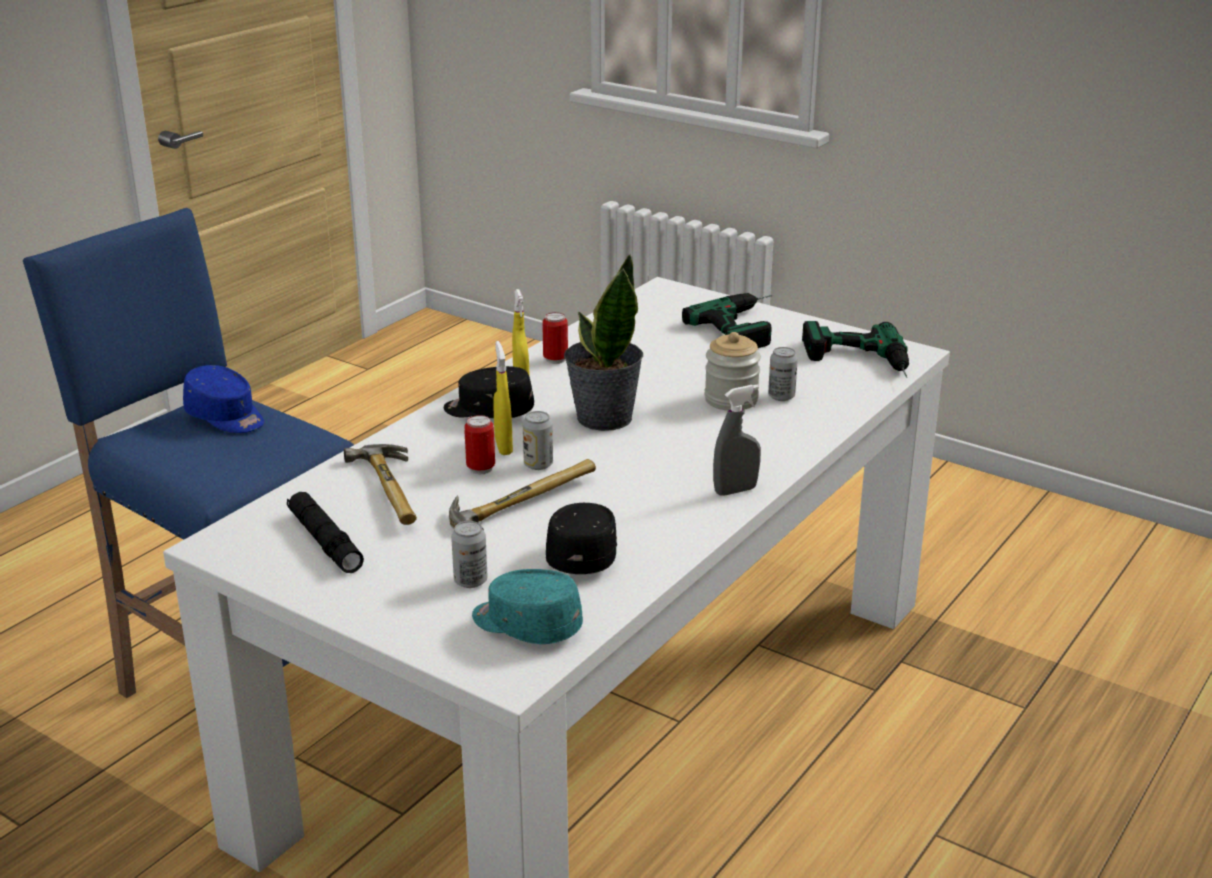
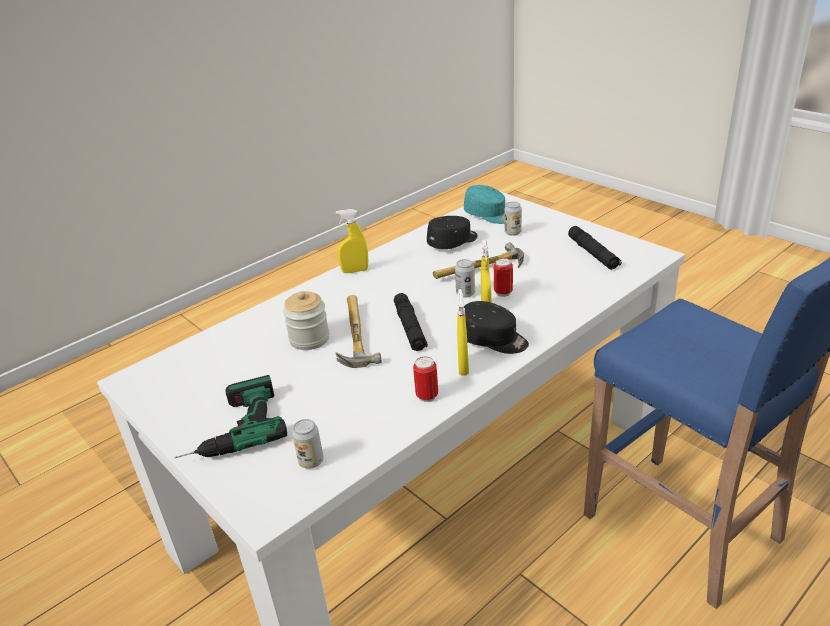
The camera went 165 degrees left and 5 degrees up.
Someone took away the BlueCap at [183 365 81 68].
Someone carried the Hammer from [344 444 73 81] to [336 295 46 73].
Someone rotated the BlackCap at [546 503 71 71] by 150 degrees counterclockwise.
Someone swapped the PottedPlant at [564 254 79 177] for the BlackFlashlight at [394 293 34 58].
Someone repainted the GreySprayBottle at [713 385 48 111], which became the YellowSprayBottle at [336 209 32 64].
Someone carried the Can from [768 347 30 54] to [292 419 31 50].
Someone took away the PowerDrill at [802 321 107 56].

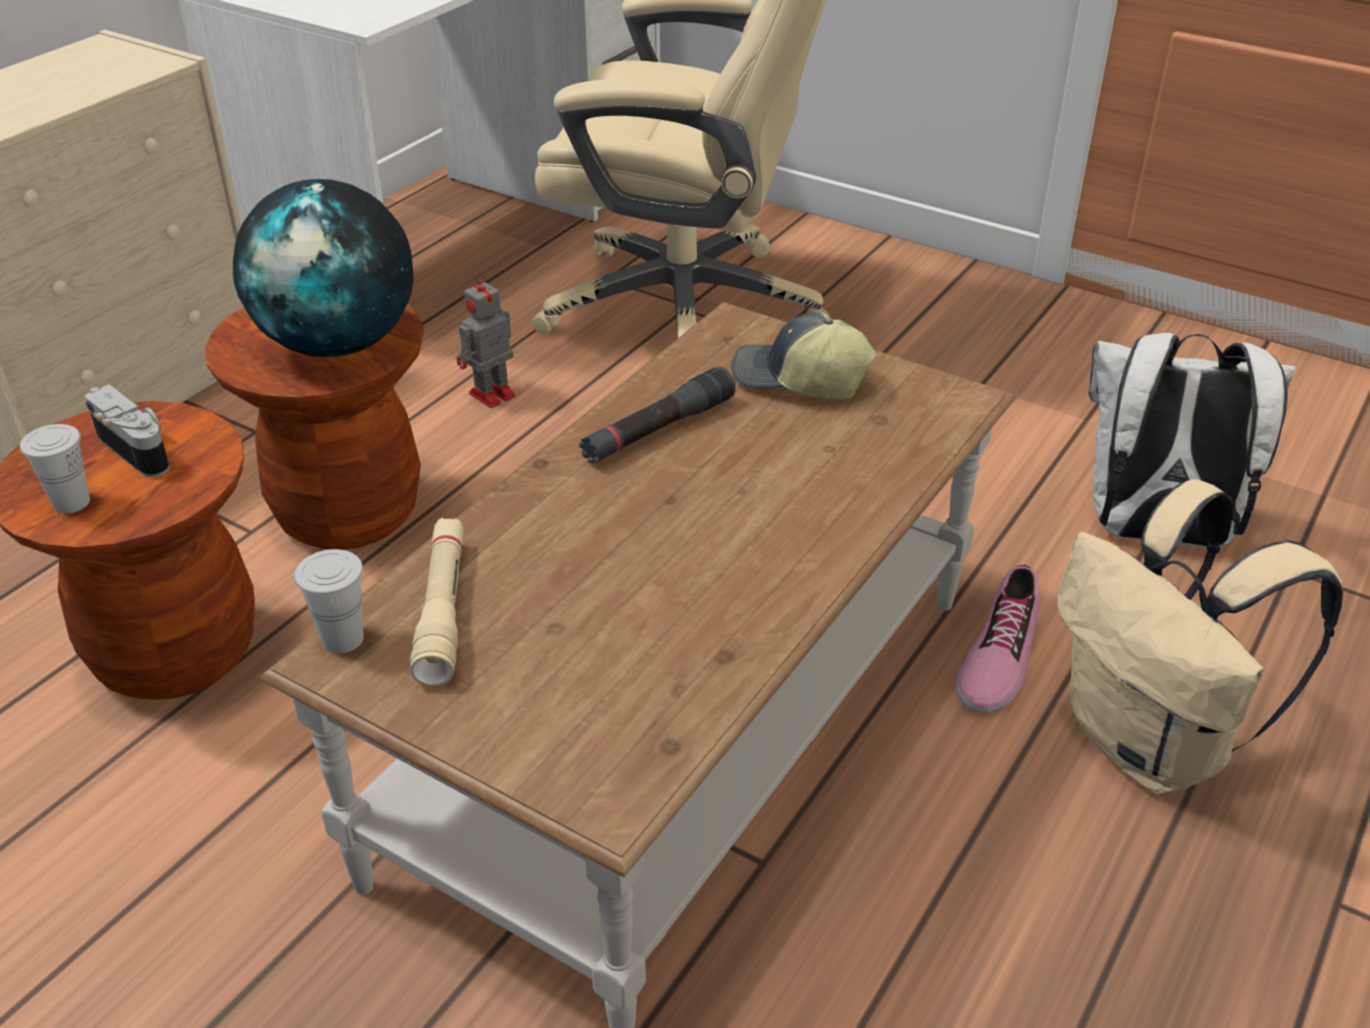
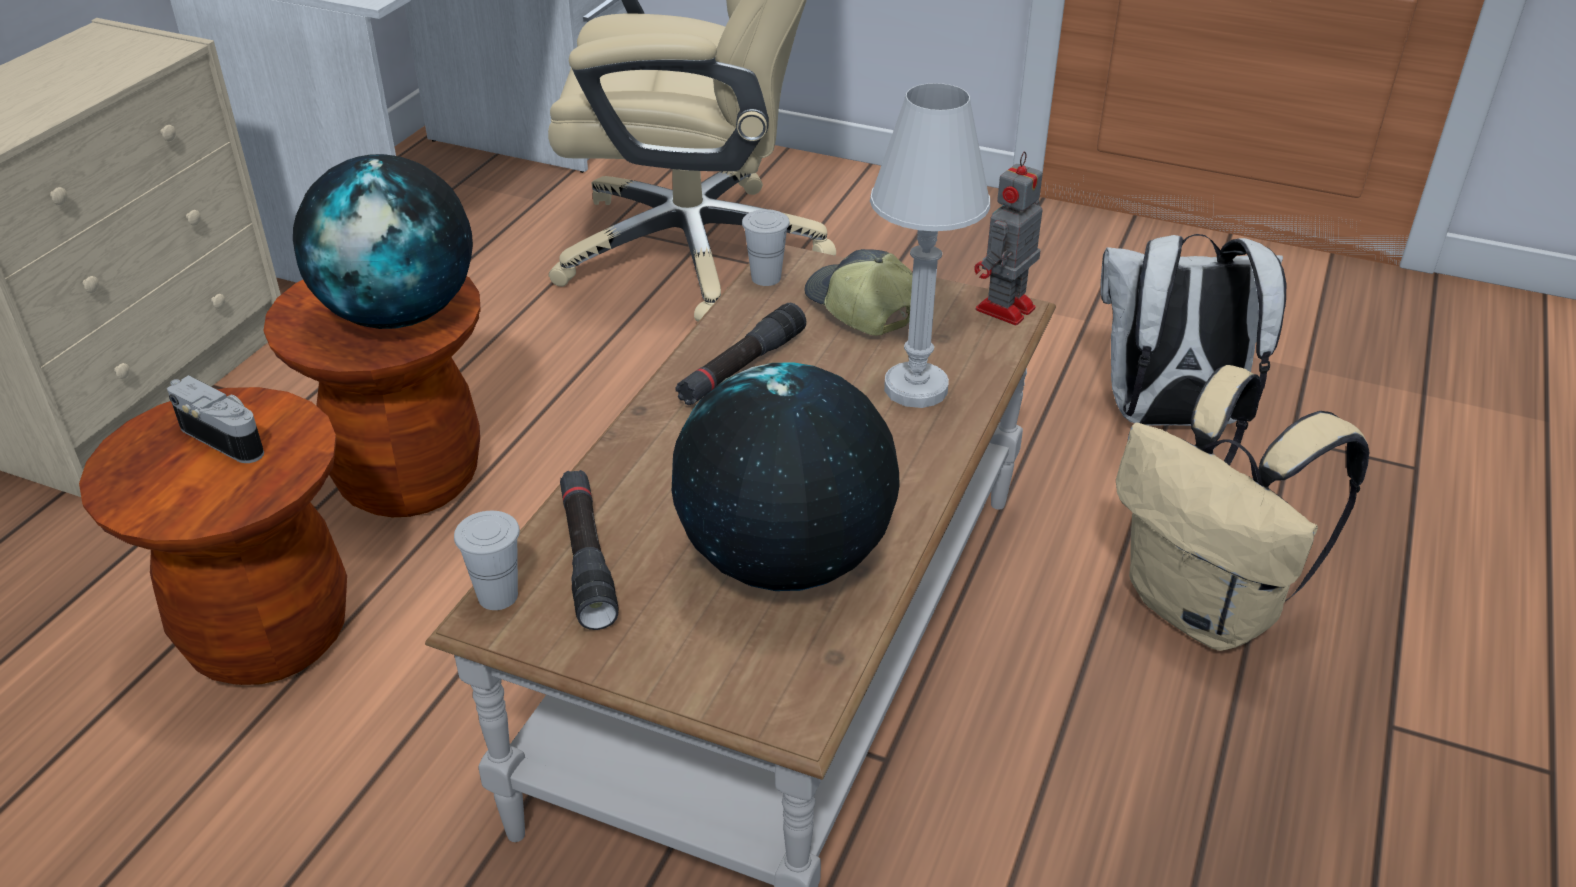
The camera went 10 degrees left and 0 degrees up.
Someone carried the WhiteCup from [20 424 70 90] to [742 209 48 77].
Someone repainted the BeigeFlashlight at [410 518 54 169], which became the BlackFlashlight at [560 470 59 160].
Someone carried the ToyRobot from [456 274 60 134] to [974 151 69 174].
Someone rotated the Cap at [731 313 146 86] by 45 degrees clockwise.
Someone took away the Shoe at [956 565 84 148].
Someone put down the Globe at [672 362 228 229].
Someone put down the WhiteTableLamp at [870 83 120 325].

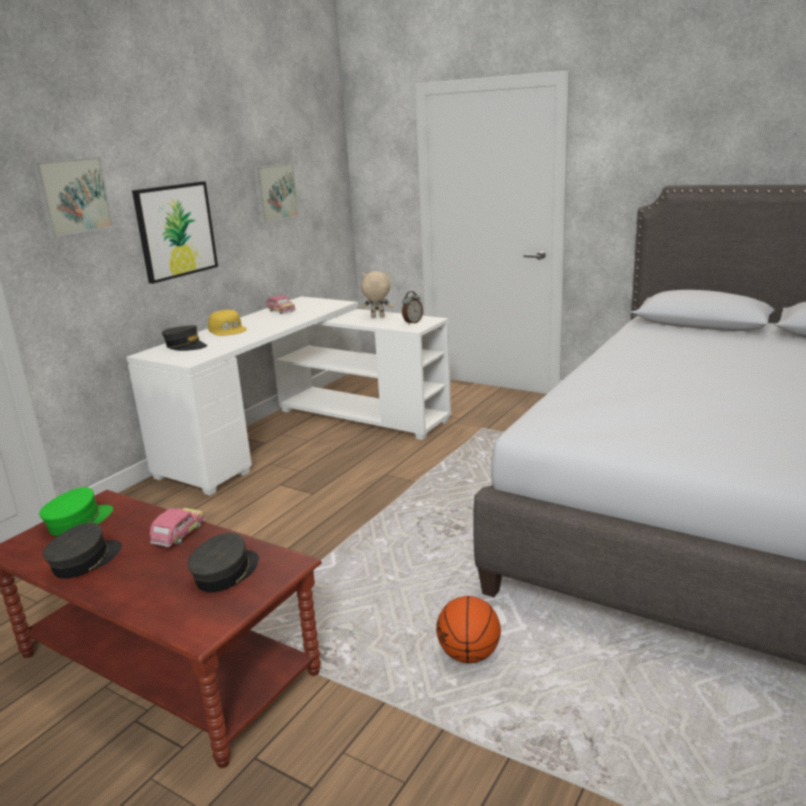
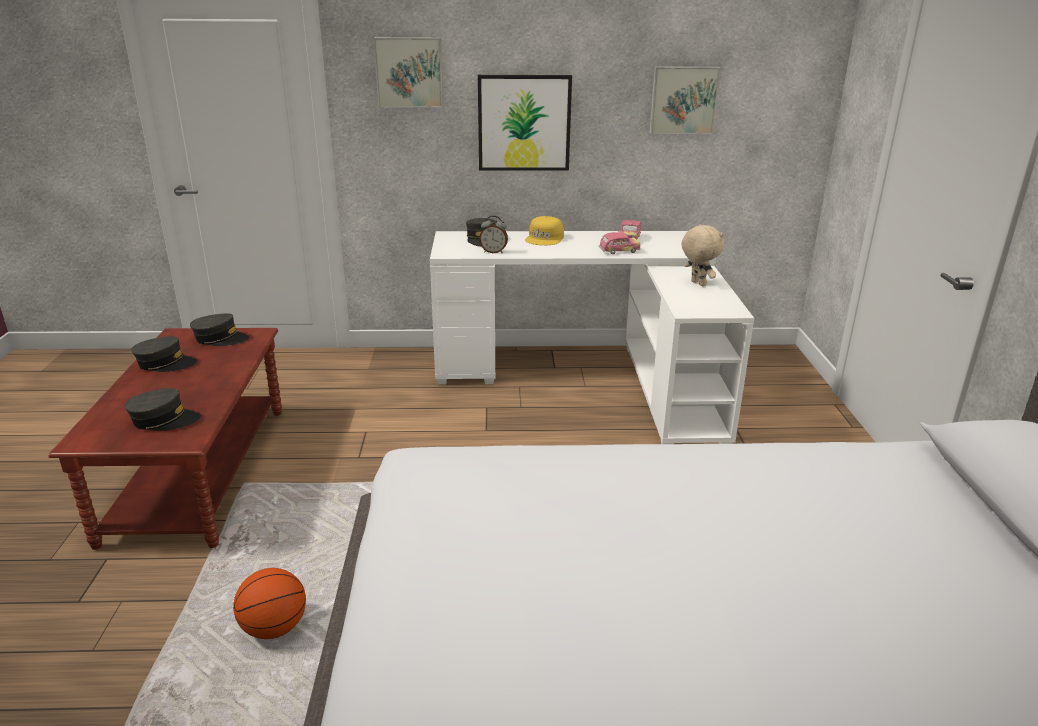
The camera went 55 degrees right and 5 degrees up.
Someone repainted the GreenCap at [39 487 74 49], which became the GreyCap at [190 313 60 33].
Someone carried the ToyCar from [150 508 55 39] to [599 232 42 22].
Someone carried the AlarmClock from [402 291 21 34] to [479 216 29 37].

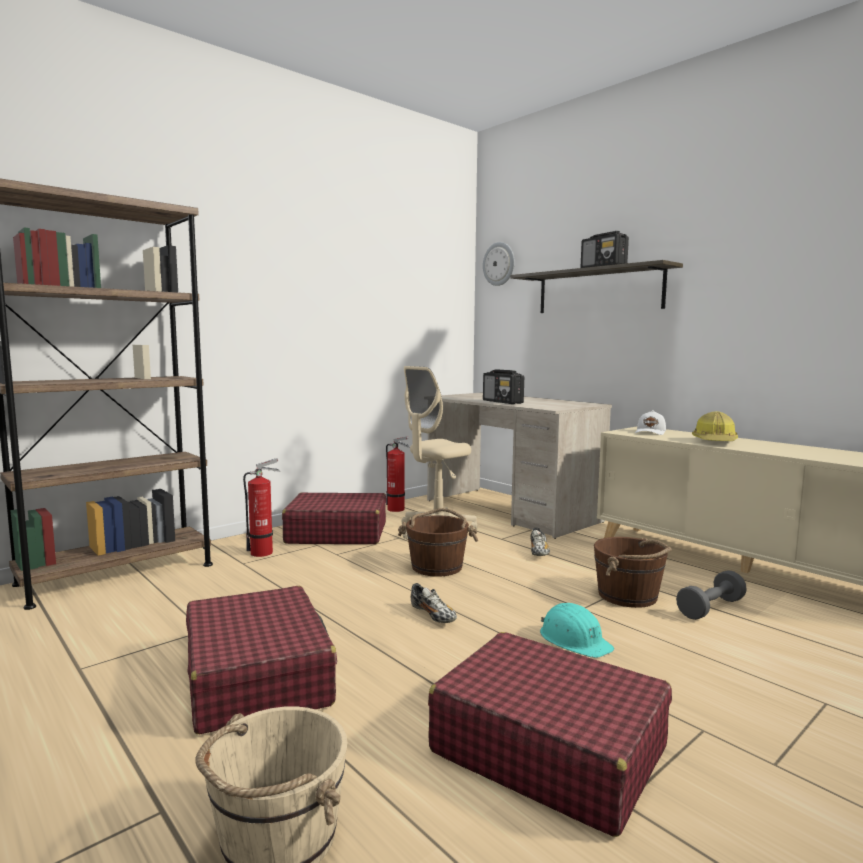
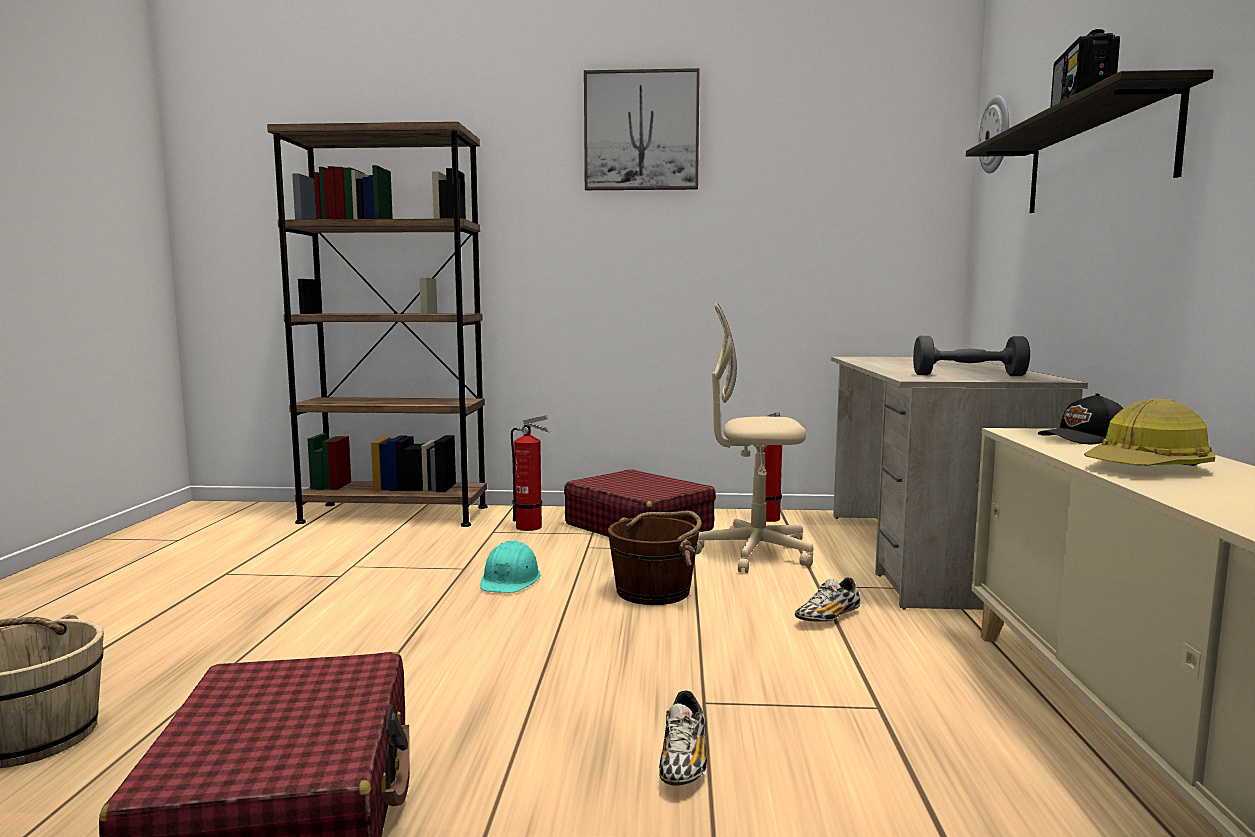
The camera went 45 degrees right and 0 degrees up.
Someone took away the RedSuitcase at [186 586 151 148].
Someone carried the Shoe from [411 583 46 40] to [659 690 48 96].
Someone took away the Radio at [483 369 41 35].
Someone carried the TurquoiseHardHat from [540 603 74 55] to [480 541 61 52].
Someone took away the BrownBucket at [594 537 78 71].
Someone repainted the WhiteCap at [635 410 31 25], which became the BlackCap at [1038 393 85 51].
Someone carried the GreyDumbbell from [676 570 71 50] to [913 336 117 40].
Someone put up the Picture at [584 68 116 122].

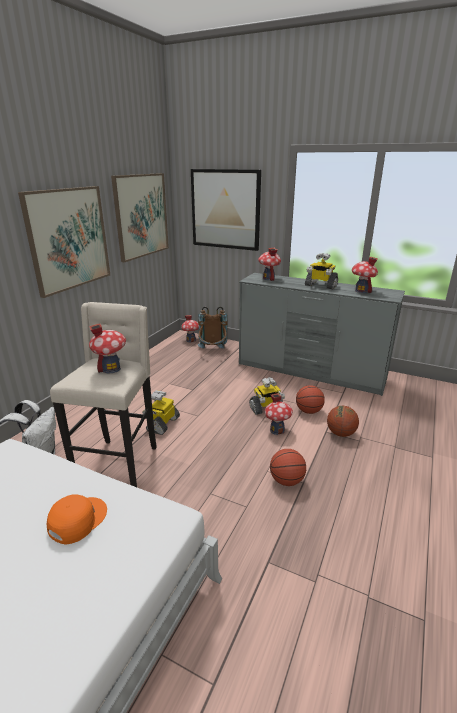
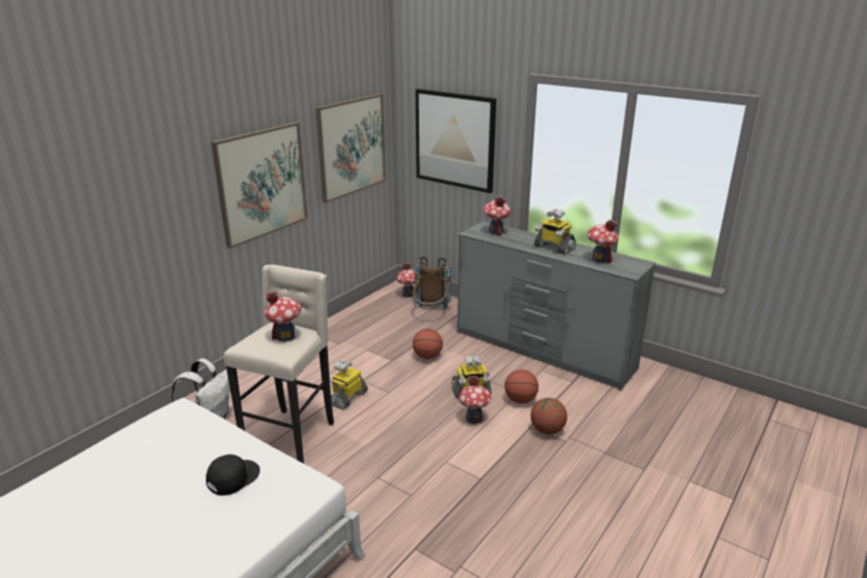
The camera went 10 degrees right and 0 degrees up.
Someone repainted the OrangeCap at [47 494 60 50], which became the BlackCap at [206 454 54 42].
Someone carried the Basketball from [270 449 36 37] to [412 329 31 30].

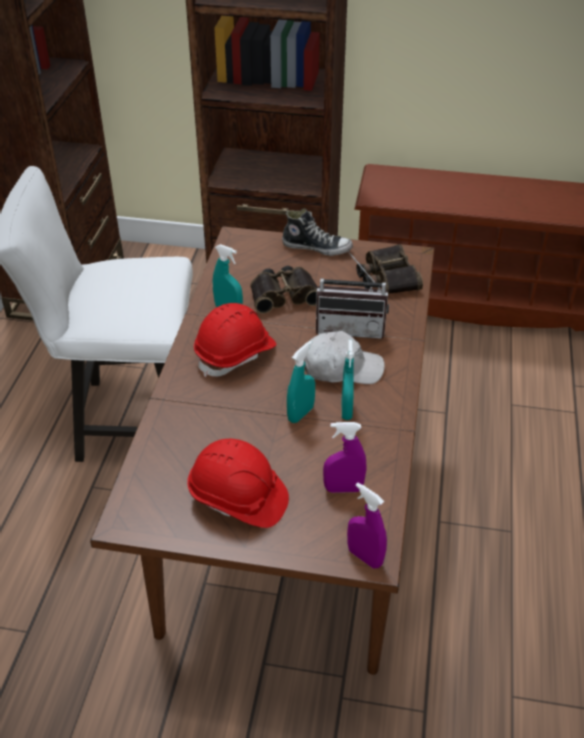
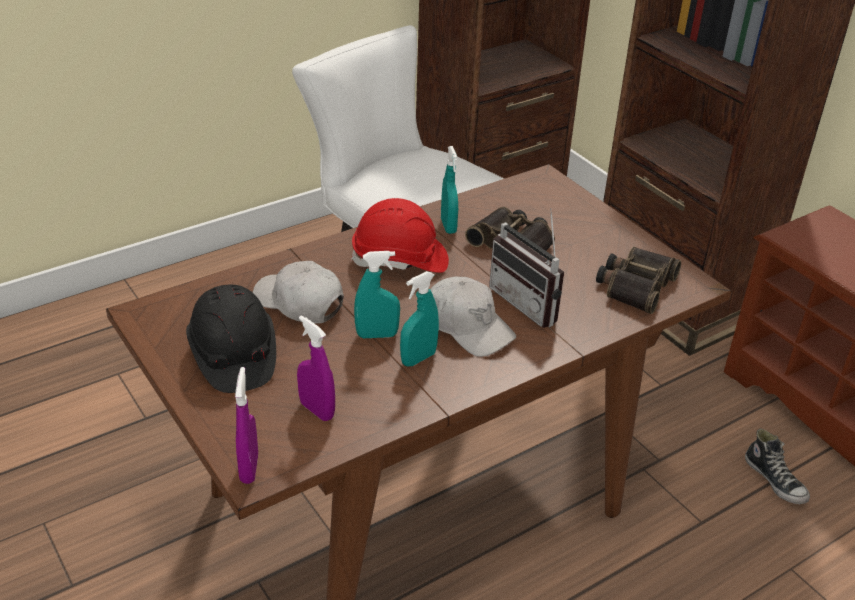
The camera went 45 degrees right and 5 degrees down.
Someone repainted the RedHardHat at [187 439 102 89], which became the BlackHardHat at [186 284 90 109].
Someone carried the Shoe from [282 209 71 47] to [745 428 65 76].
Someone put down the WhiteCap at [252 261 92 63].

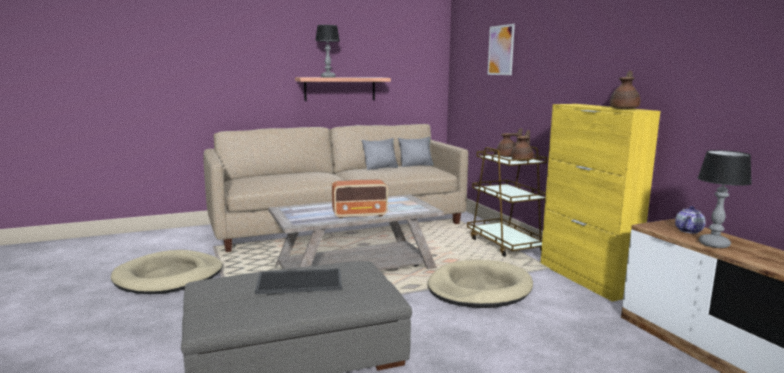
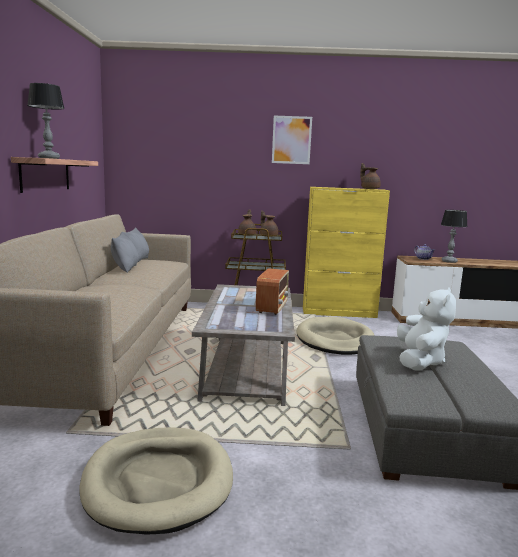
The camera went 65 degrees left and 0 degrees up.
Someone swapped the Tray at [255 268 87 26] for the WhitePlushToy at [397 287 59 83].
Someone carried the Picture from [487 24 28 51] to [272 116 40 48].

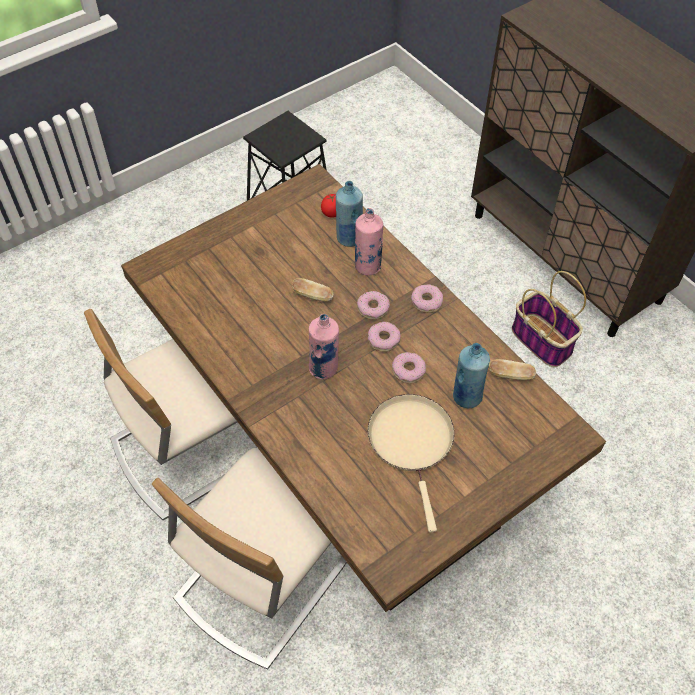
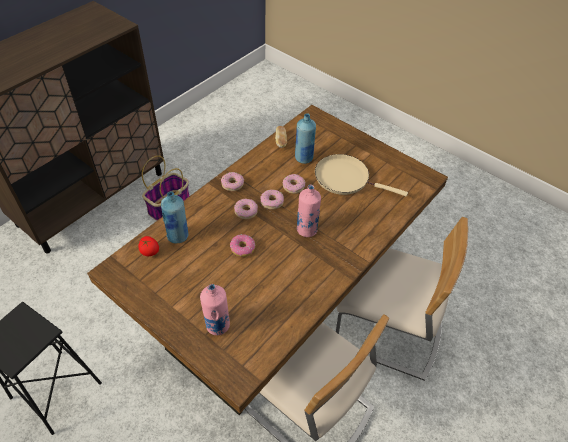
The camera went 105 degrees left and 5 degrees down.
Someone swapped the Bread at [292 278 41 24] for the Donut at [230 234 25 23].
Someone carried the PinkBottle from [355 208 28 68] to [200 284 30 51].
Someone rotated the BeigeFryingPan at [368 394 86 139] by 45 degrees clockwise.

